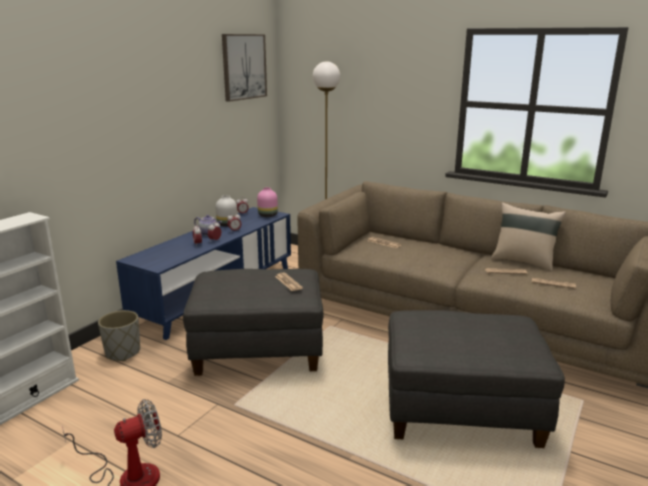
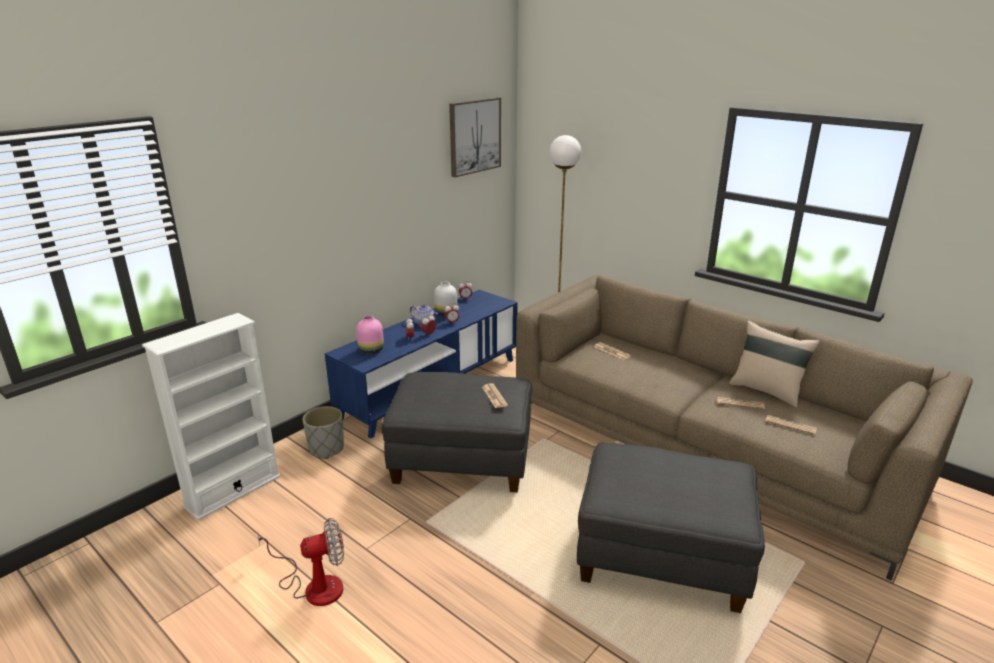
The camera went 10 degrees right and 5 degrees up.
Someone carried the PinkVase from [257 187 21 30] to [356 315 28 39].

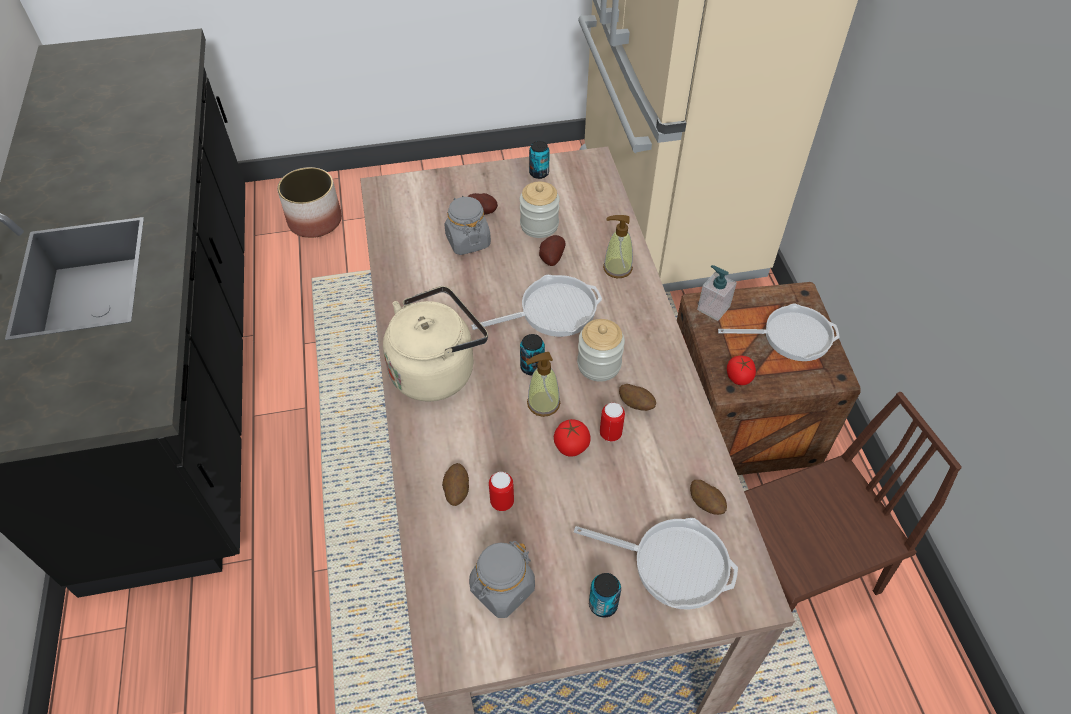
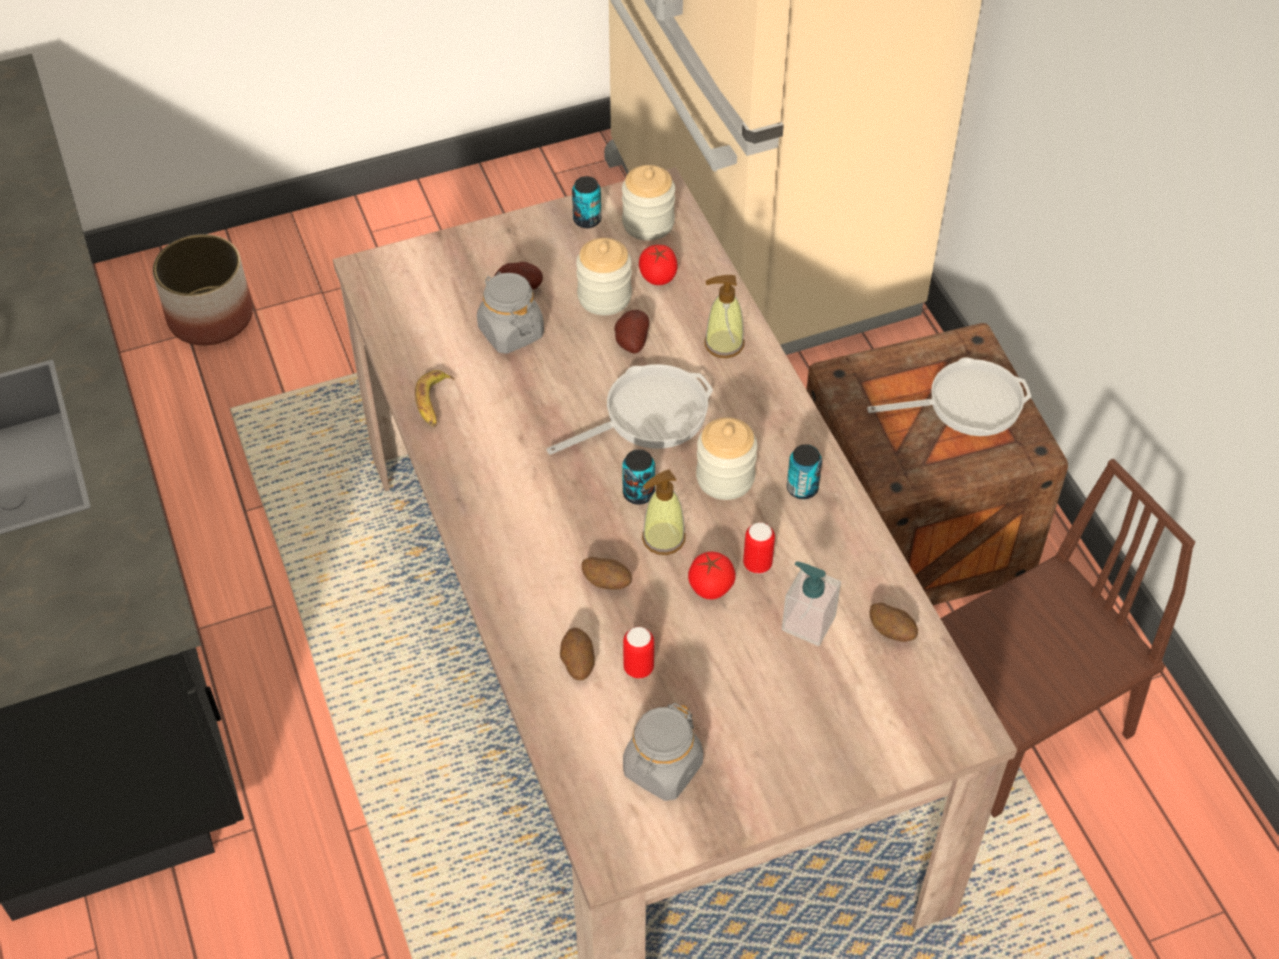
The camera went 10 degrees left and 0 degrees up.
Someone took away the BeigeKettle at [383 286 105 116].
Someone took away the FryingPan at [574 518 164 92].
Someone carried the Can from [589 573 32 45] to [787 444 35 55].
Someone carried the Potato from [619 384 37 27] to [582 557 50 33].
Someone carried the SoapDispenser from [697 265 40 56] to [782 561 59 85].
Someone carried the Tomato from [727 356 29 29] to [639 245 39 40].
Someone put down the Banana at [415 370 40 57].
Someone put down the Jar at [622 165 53 76].

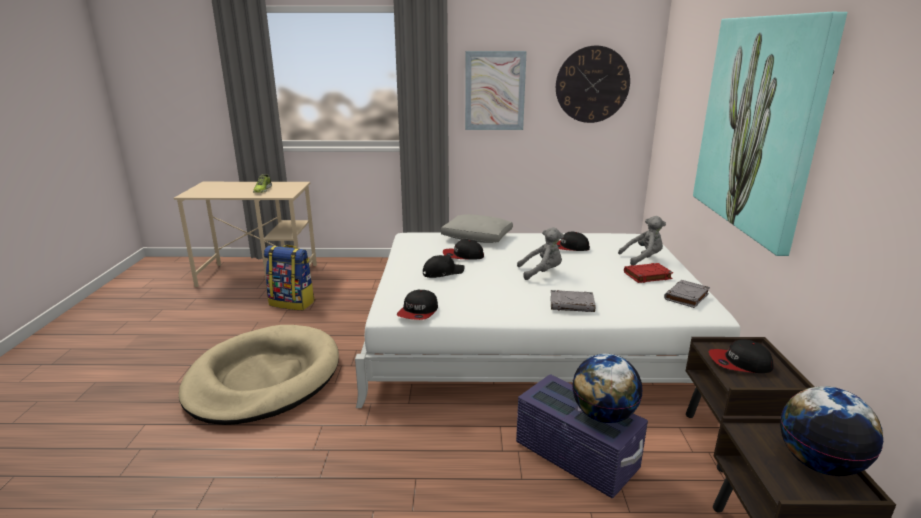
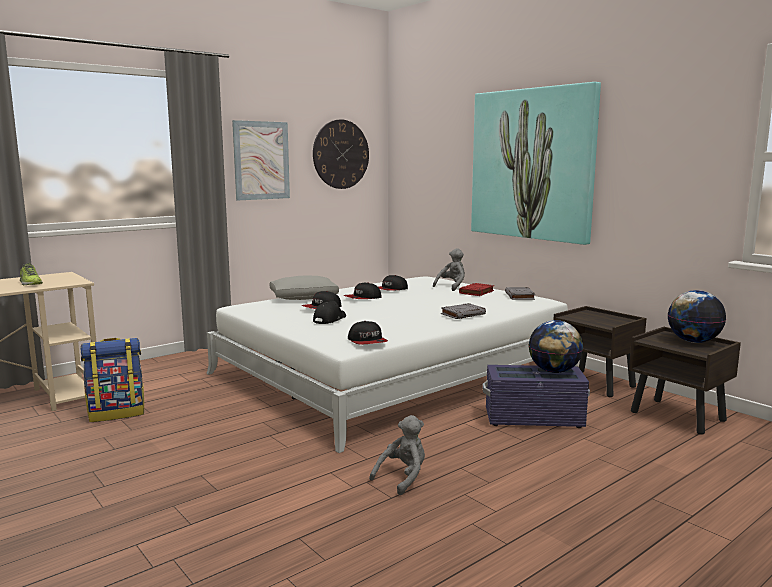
The camera went 40 degrees left and 10 degrees down.
Someone took away the BeigeDogBed at [178 325 161 100].
Someone carried the GreyPlushToy from [517 227 47 53] to [369 415 56 80].
Someone carried the Cap from [709 339 65 34] to [344 282 38 17].

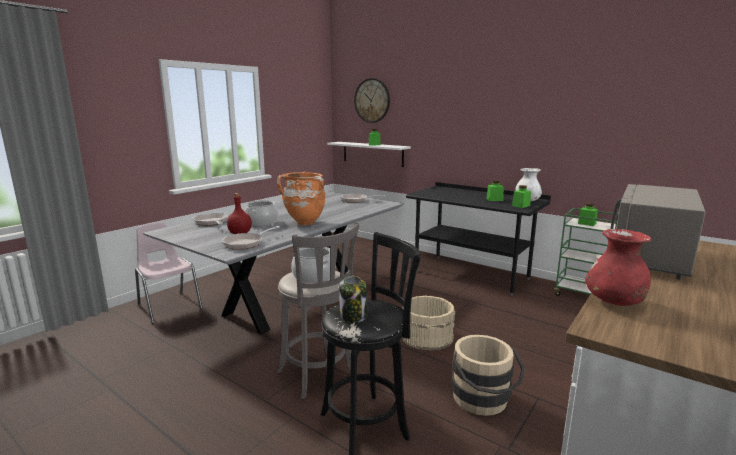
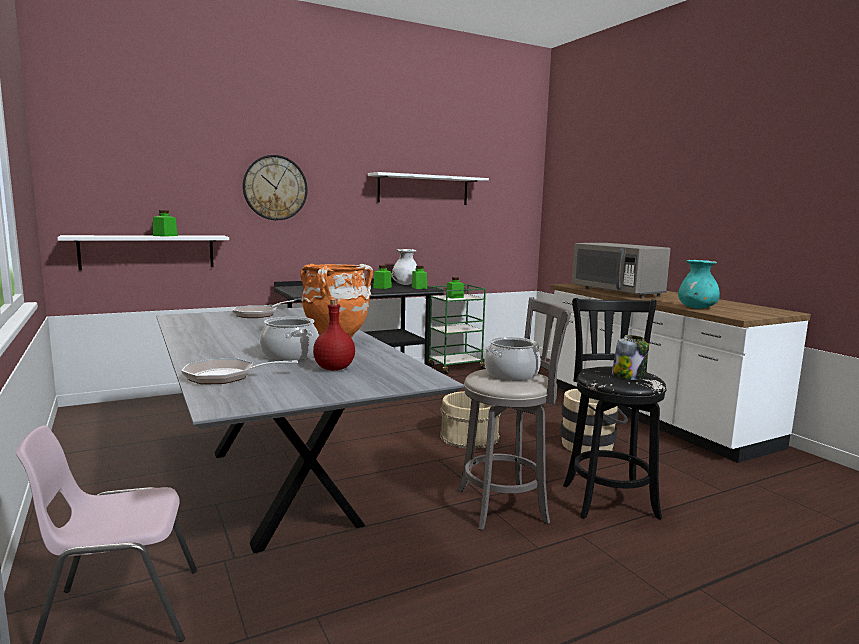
The camera went 65 degrees left and 5 degrees down.
Someone took away the FryingPan at [222 226 58 24].
Someone carried the WallClock from [354 78 36 45] to [243 155 65 65].
Someone repainted the RedVase at [585 229 67 77], which became the TurquoiseVase at [678 260 42 49].
Someone put up the WhiteShelf at [368 172 121 33].

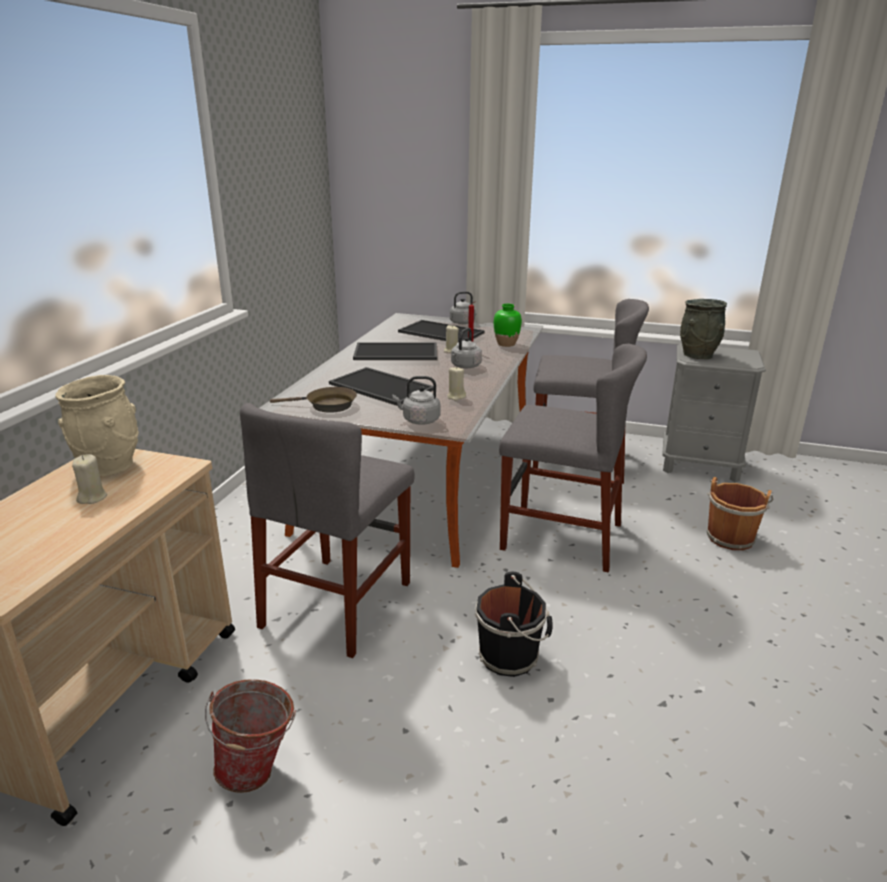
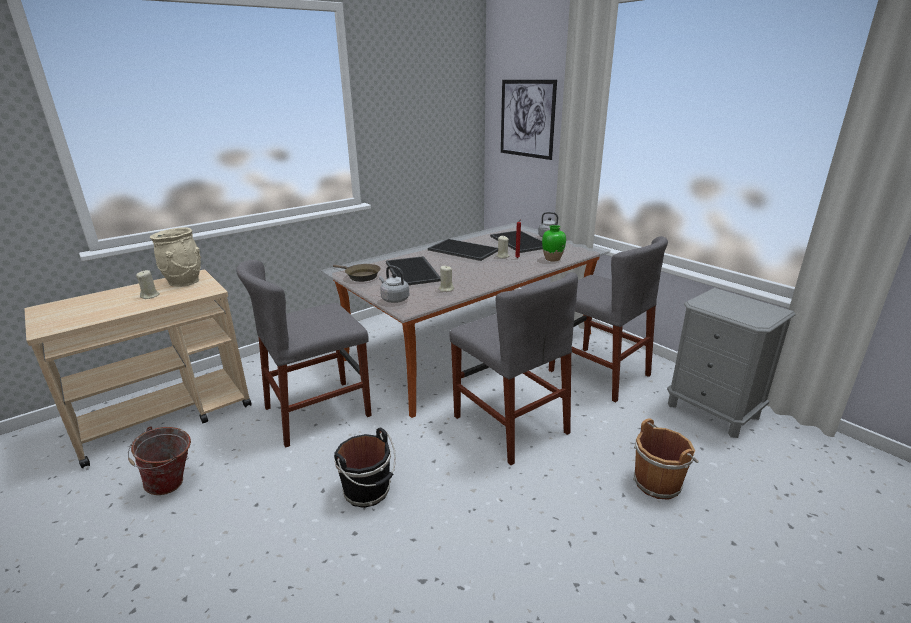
The camera went 35 degrees right and 0 degrees up.
Someone took away the GreyKettle at [451 328 31 40].
Someone took away the GreyVase at [680 299 47 60].
Someone put up the Picture at [501 80 56 80].

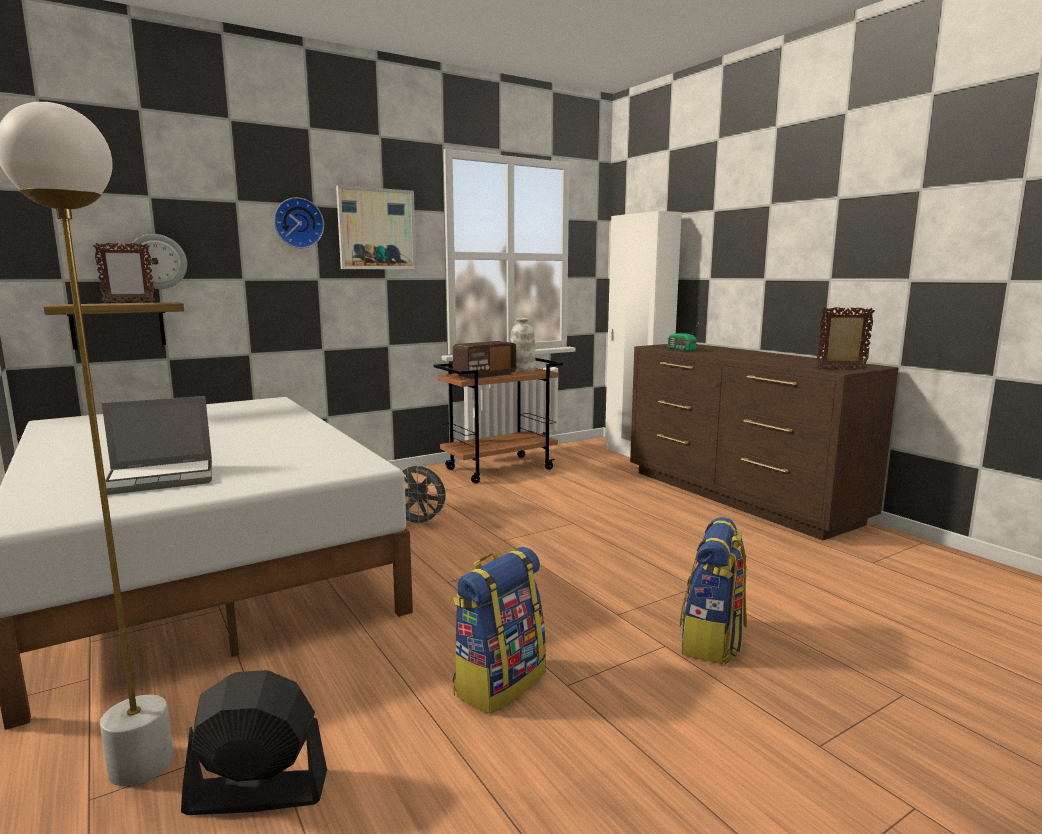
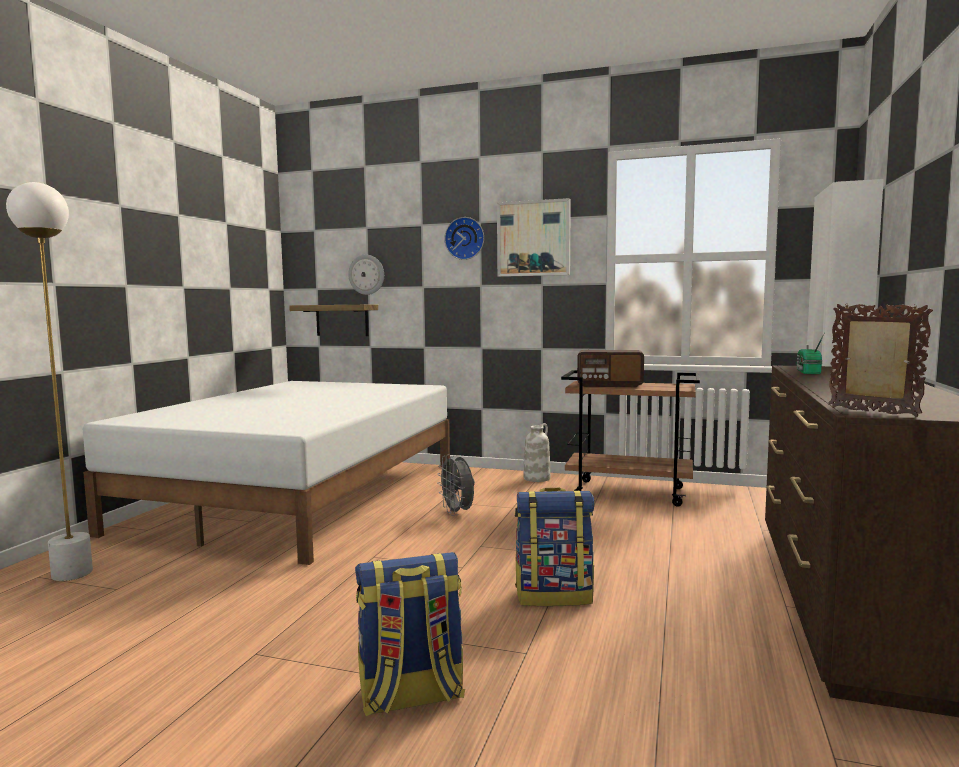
The camera went 50 degrees right and 5 degrees down.
Someone took away the PictureFrame at [93 243 62 60].
Someone took away the Laptop at [102 396 110 99].
Someone took away the BlackFan at [181 670 146 145].
Someone carried the Backpack from [453 547 93 167] to [515 488 79 118].
Someone carried the WhiteVase from [510 316 26 56] to [524 423 26 59].

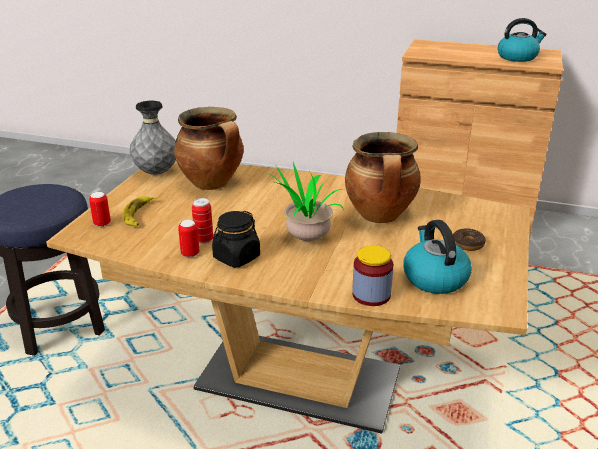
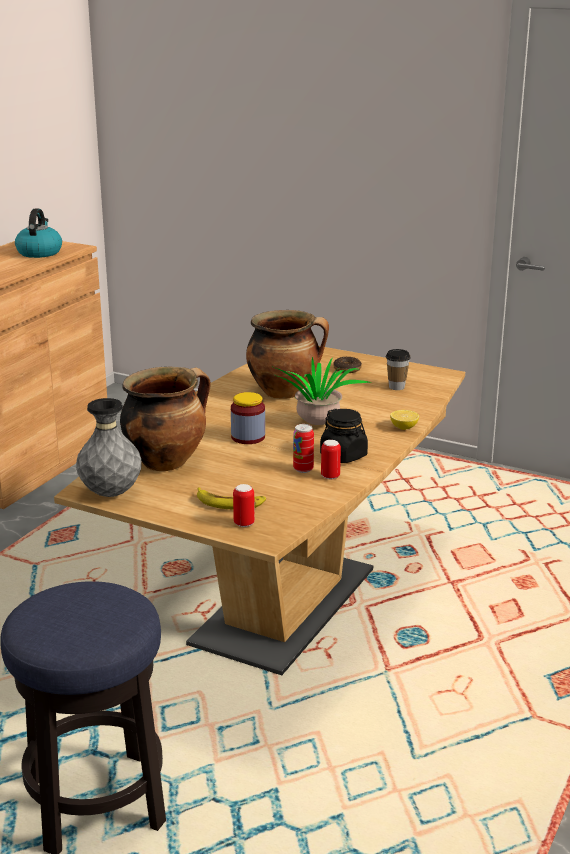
The camera went 80 degrees left and 5 degrees down.
Someone carried the Jar from [352 245 41 61] to [231 392 34 52].
Someone swapped the Kettle at [403 220 69 74] for the Cup at [386 349 25 41].
Someone put down the Lemon at [390 410 29 20].

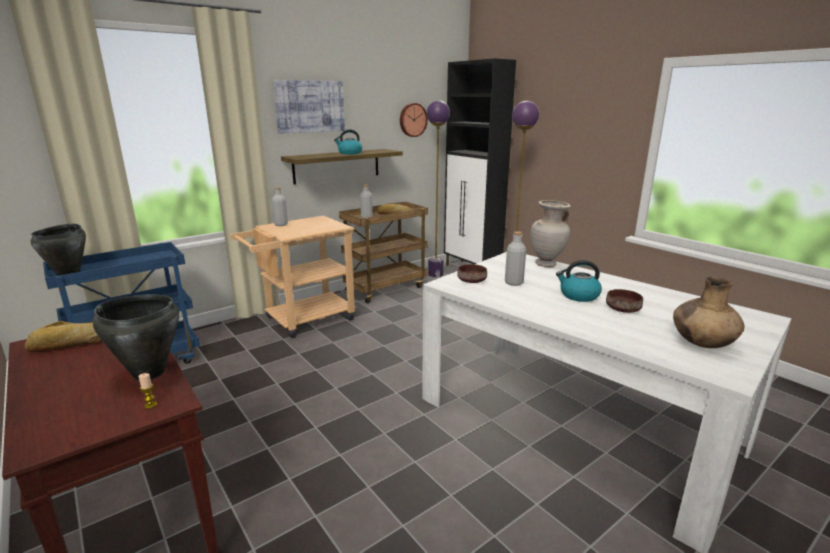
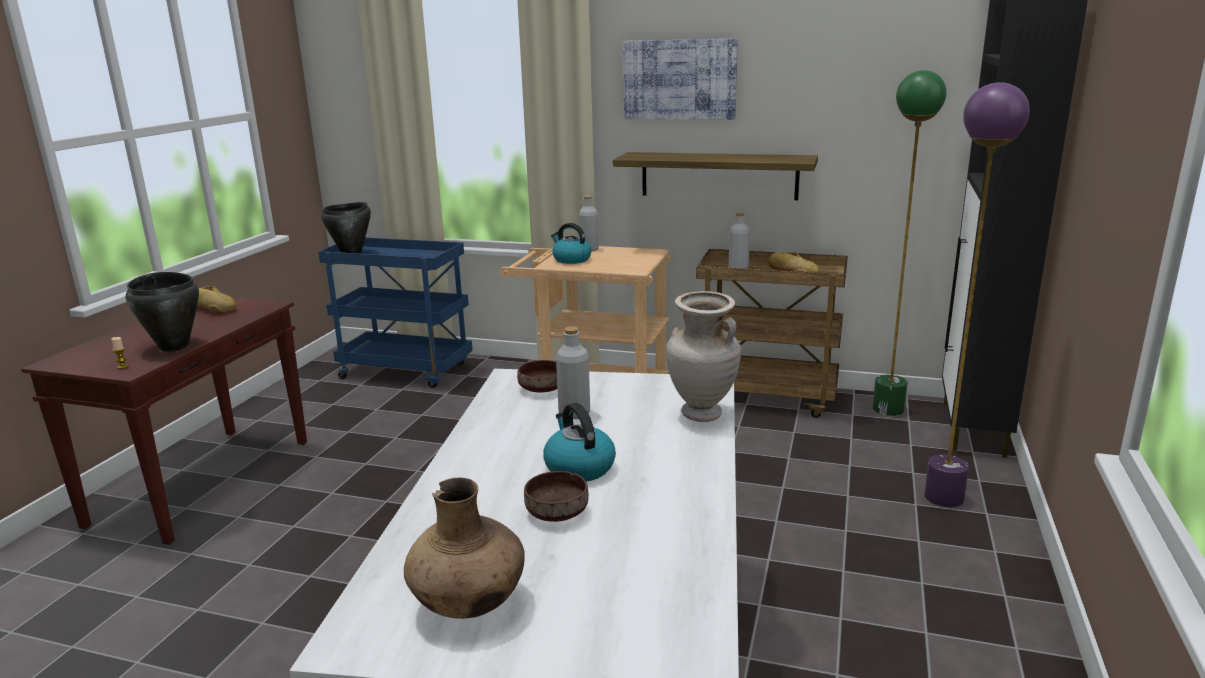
The camera went 55 degrees right and 0 degrees up.
Someone carried the Kettle from [334 129 28 26] to [551 223 40 41].
Someone took away the WallClock at [400 103 28 34].
Someone repainted the PurpleFloorLamp at [427 100 23 177], which became the GreenFloorLamp at [873 70 74 346].

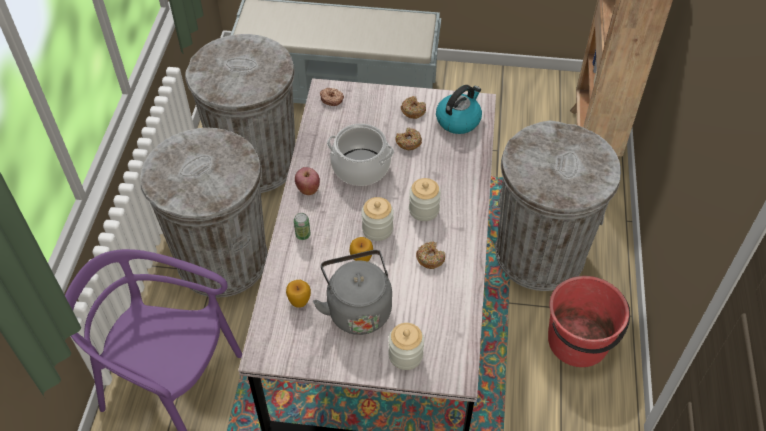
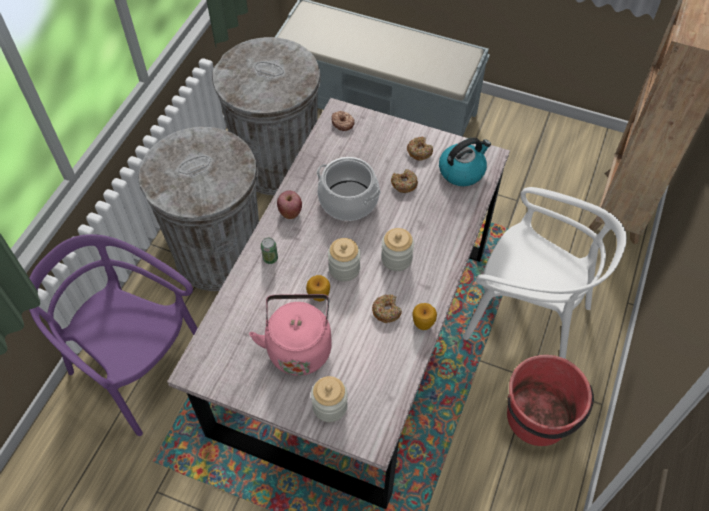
The camera went 15 degrees right and 5 degrees up.
Someone carried the Apple from [286 280 25 28] to [413 303 24 27].
Someone repainted the GreyKettle at [313 250 79 85], which became the PinkKettle at [249 294 83 82].
Someone swapped the GreyTrashCan at [495 120 126 171] for the WhiteChair at [463 187 164 172].

